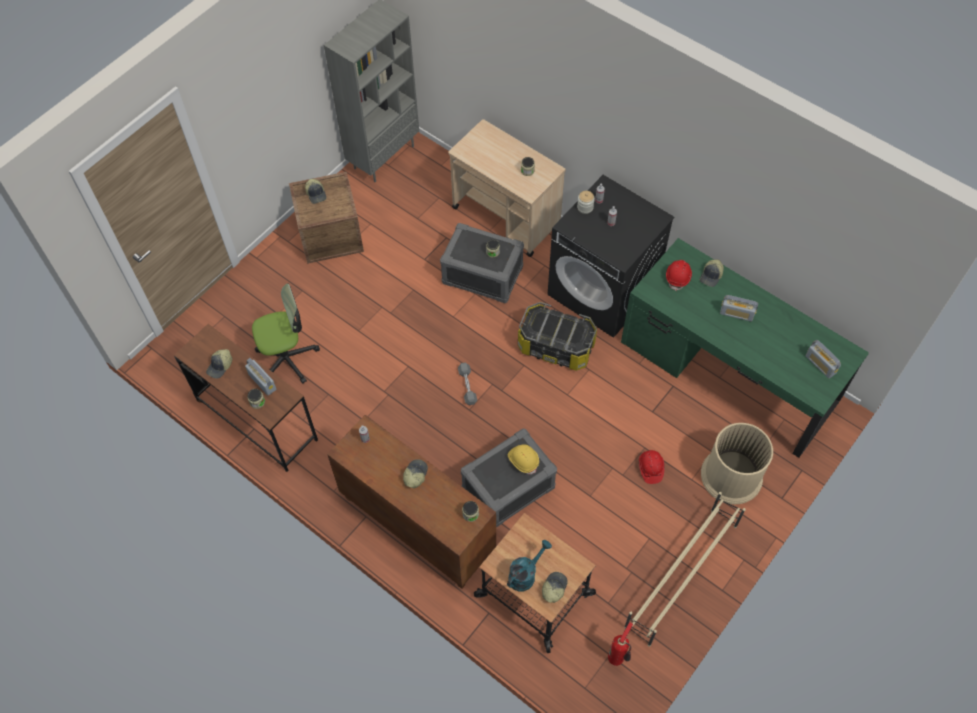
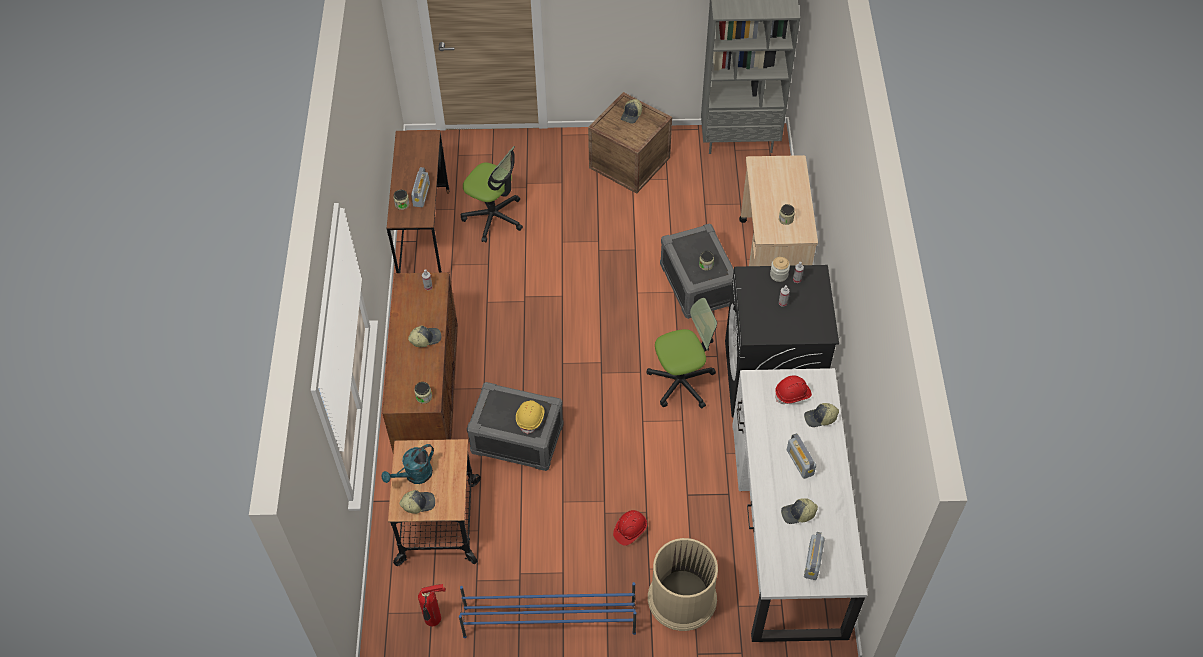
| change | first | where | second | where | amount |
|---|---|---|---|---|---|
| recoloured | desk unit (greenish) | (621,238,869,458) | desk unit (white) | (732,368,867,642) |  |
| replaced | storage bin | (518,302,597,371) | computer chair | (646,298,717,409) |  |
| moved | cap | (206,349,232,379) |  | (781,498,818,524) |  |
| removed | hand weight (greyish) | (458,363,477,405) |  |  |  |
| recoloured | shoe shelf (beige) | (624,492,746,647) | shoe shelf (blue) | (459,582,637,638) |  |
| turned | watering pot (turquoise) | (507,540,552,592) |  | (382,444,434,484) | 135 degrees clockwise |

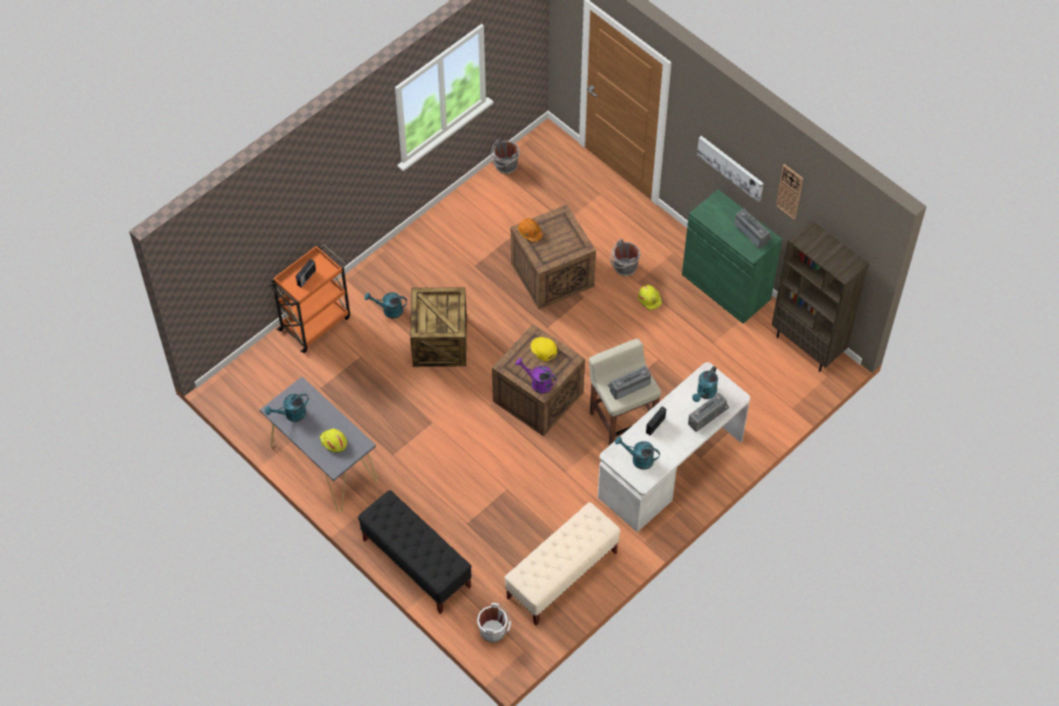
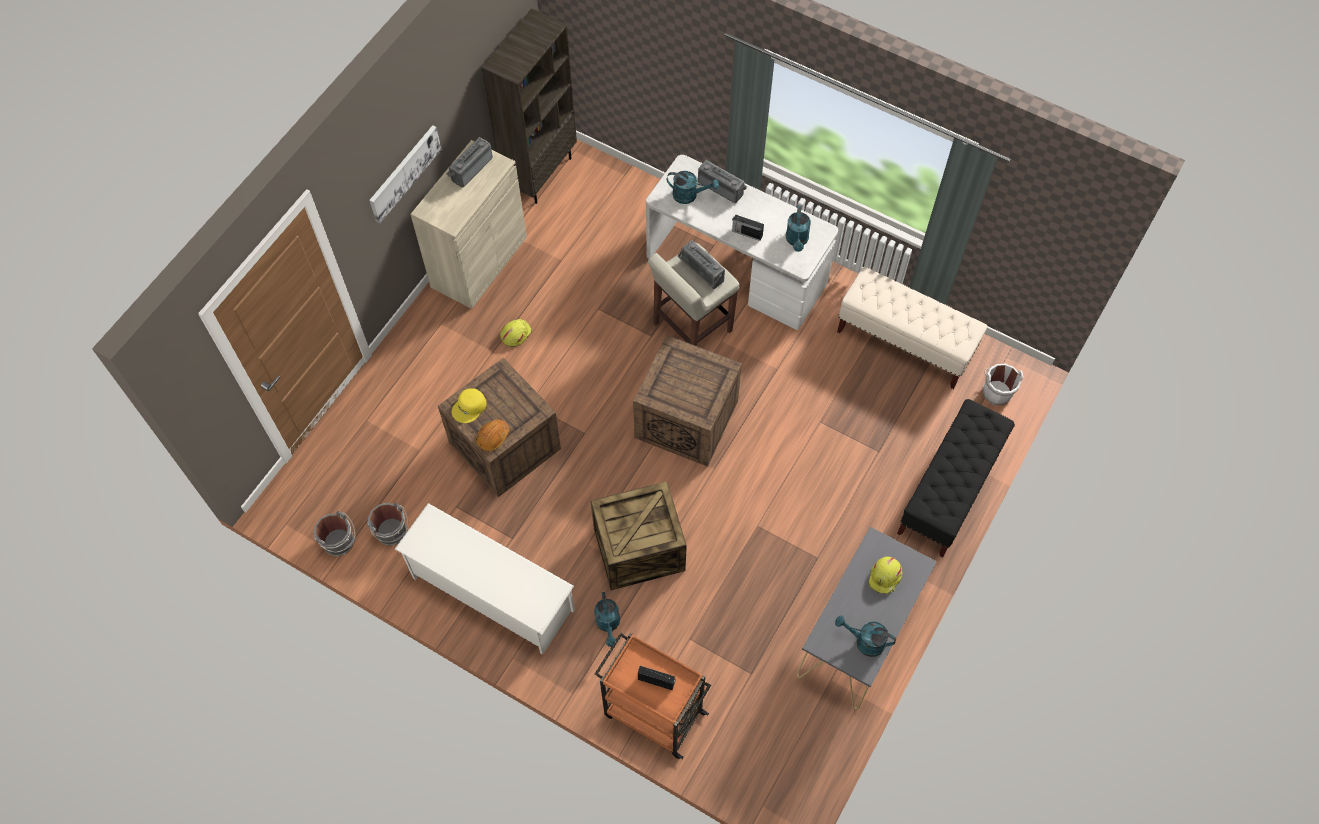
| change | first | where | second | where | amount |
|---|---|---|---|---|---|
| removed | clock on the wall | (776,164,803,220) |  |  |  |
| recoloured | cupboard (greenish) | (682,190,782,324) | cupboard (beige) | (410,140,527,309) |  |
| moved | bucket (greyish) | (610,239,641,276) |  | (368,502,408,546) |  |
| moved | cap (yellow-coloured) | (531,337,557,361) |  | (452,388,486,423) |  |
| removed | watering pot (purplish) | (516,358,557,394) |  |  |  |
| turned | watering pot (turquoise) | (265,393,309,422) |  | (835,615,896,657) | 150 degrees clockwise |
| added |  |  | shoe shelf (white) | (395,503,575,655) |  |

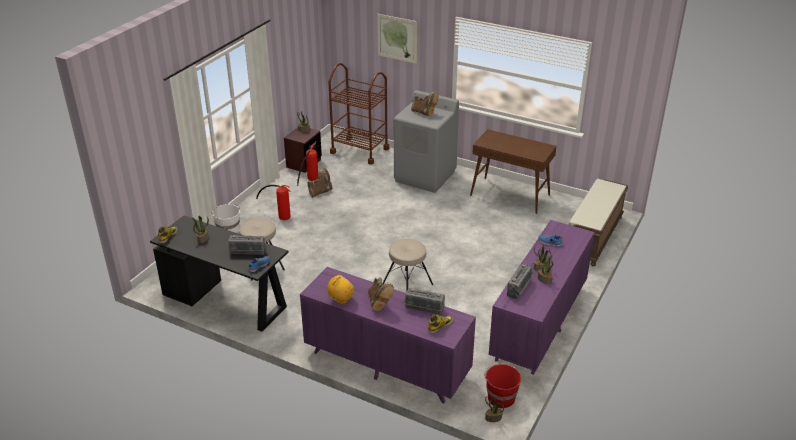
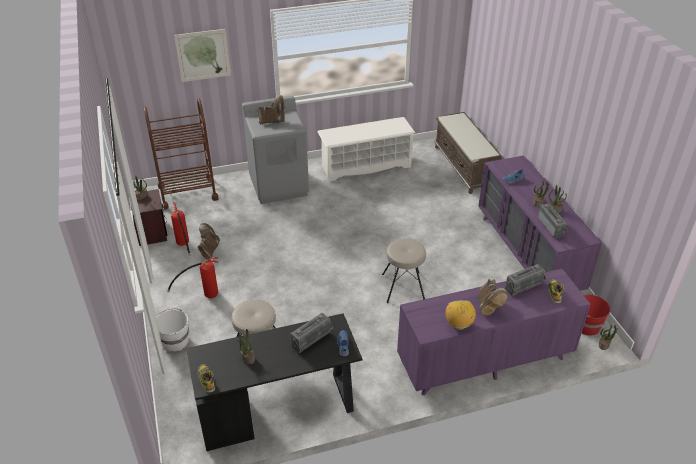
| change | first | where | second | where | amount |
|---|---|---|---|---|---|
| replaced | hall table (brownish) | (470,129,557,214) | shoe shelf (white) | (318,117,415,182) |  |
| turned | boot (brownish) | (368,278,394,311) |  | (478,279,508,316) | 60 degrees clockwise |

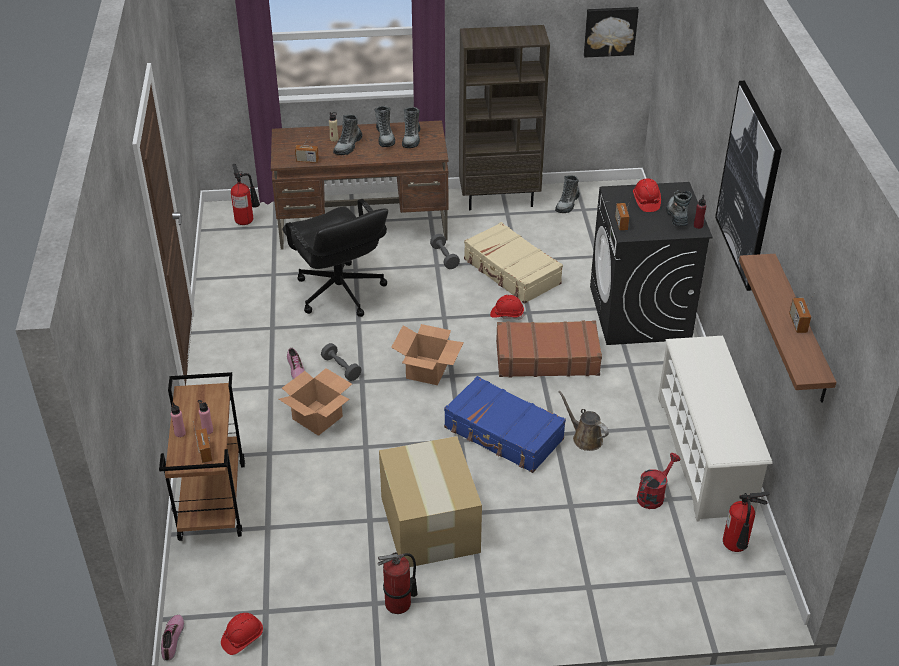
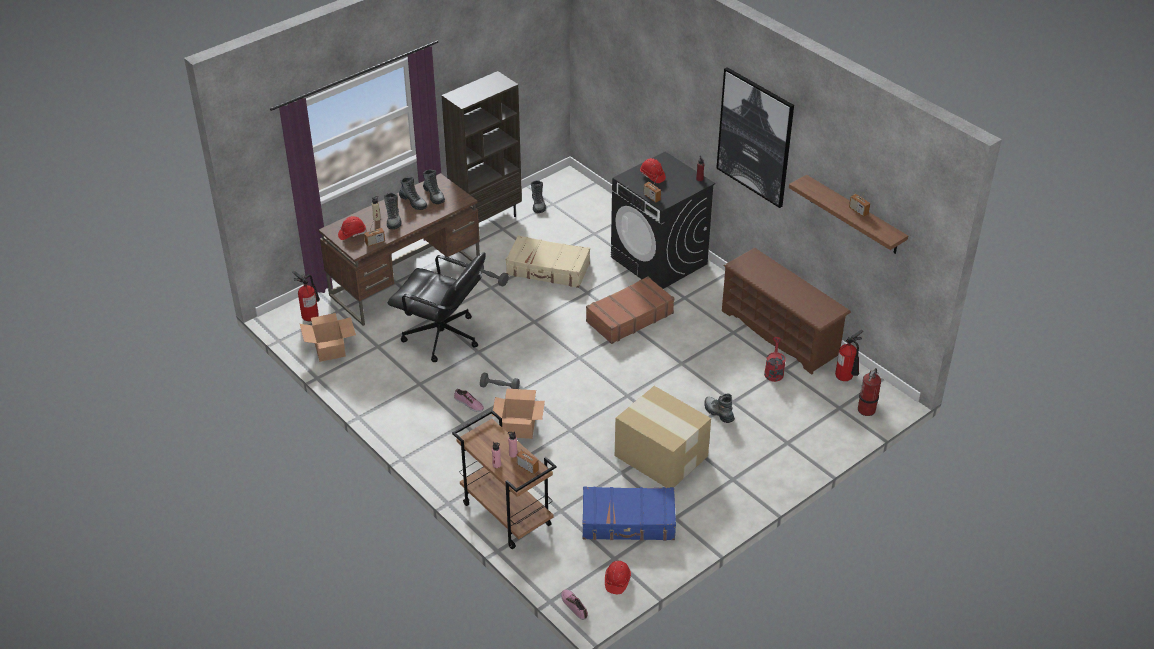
| change | first | where | second | where | amount |
|---|---|---|---|---|---|
| removed | picture | (584,7,639,57) |  |  |  |
| moved | boot | (666,190,692,226) |  | (704,394,735,423) |  |
| moved | work helmet (red) | (490,295,524,320) |  | (338,216,366,240) |  |
| moved | carton | (391,324,464,385) |  | (300,313,356,362) |  |
| recoloured | shoe shelf (white) | (658,336,772,522) | shoe shelf (brownish) | (722,248,851,375) |  |
| moved | travel case (blue) | (444,376,566,473) |  | (583,486,676,541) |  |
| removed | watering pot (brownish) | (559,391,609,451) |  |  |  |
| moved | extinguisher | (377,552,417,614) |  | (858,368,881,416) |  |

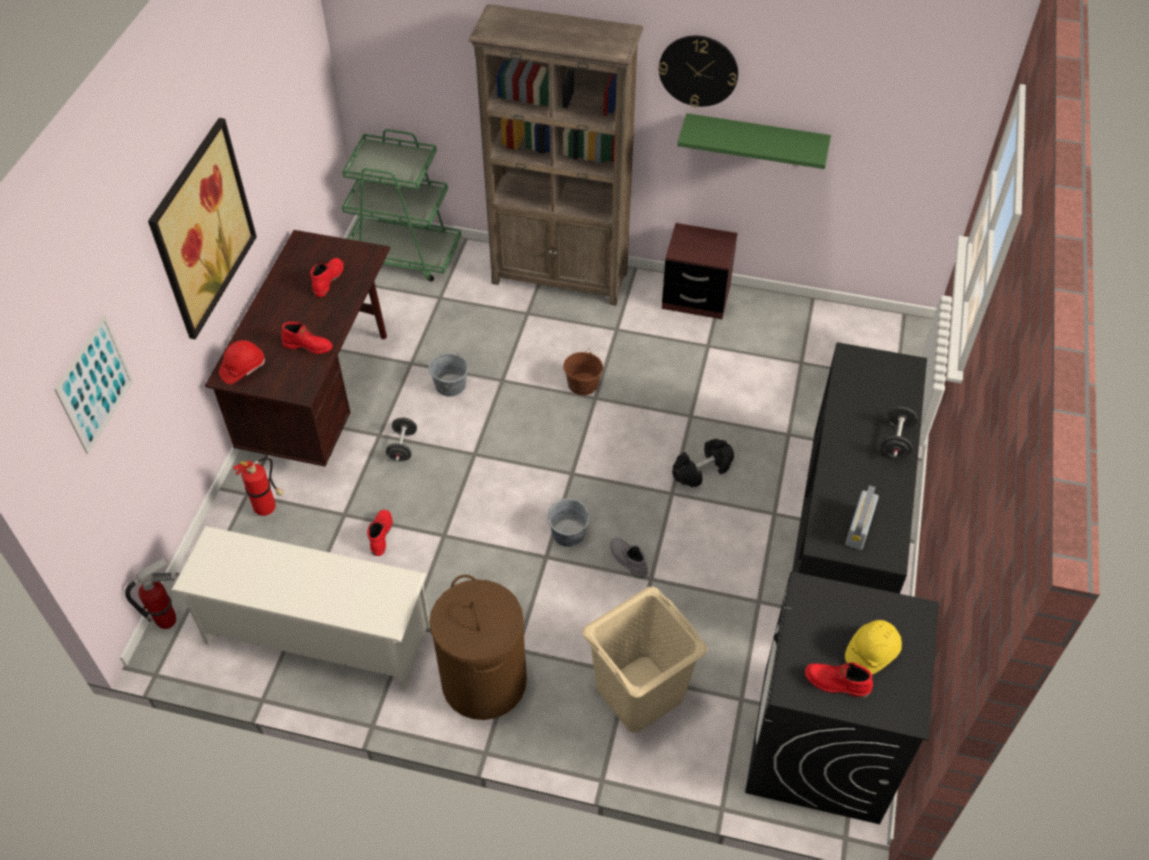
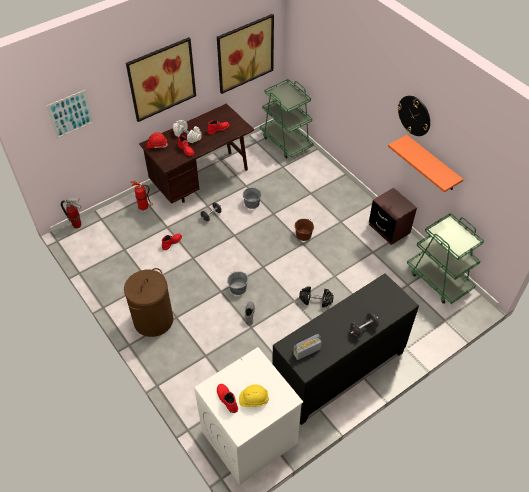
| change | first | where | second | where | amount |
|---|---|---|---|---|---|
| removed | shelving unit (brownish) | (468,4,643,306) |  |  |  |
| recoloured | wall shelf (greenish) | (677,113,831,169) | wall shelf (orange) | (388,135,463,192) |  |
| removed | shoe shelf (white) | (171,526,430,690) |  |  |  |
| recoloured | laundry machine (blackish) | (745,572,939,824) | laundry machine (white) | (194,347,303,485) |  |
| removed | washing basket (beige) | (582,587,708,733) |  |  |  |
| added |  |  | picture | (217,14,274,94) |  |
| added |  |  | hand weight (white) | (173,120,202,143) |  |
| added |  |  | wheeled cart (greenish) | (407,213,484,304) |  |

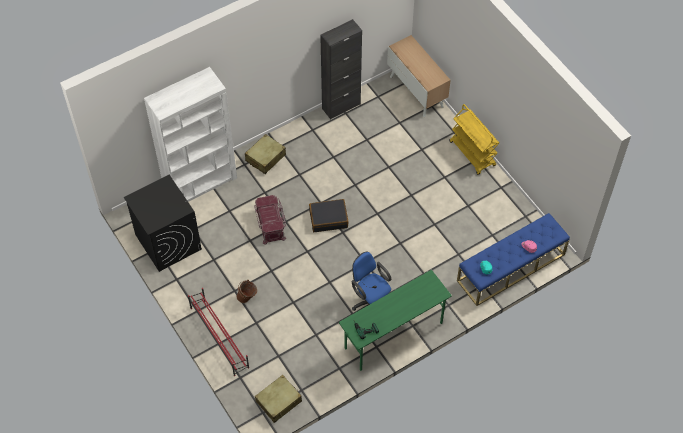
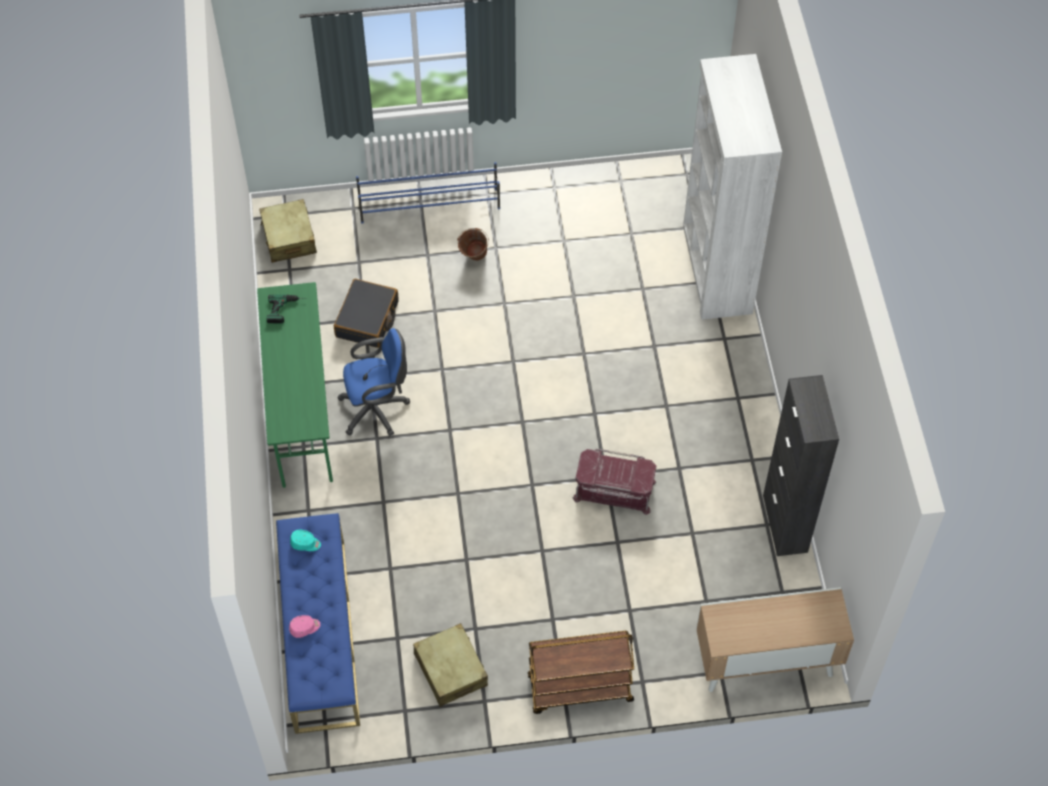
| change | first | where | second | where | amount |
|---|---|---|---|---|---|
| recoloured | wheeled cart (yellow-coloured) | (449,104,499,175) | wheeled cart (brownish) | (528,630,634,714) |  |
| moved | travel case (beige) | (245,134,286,174) |  | (413,623,488,707) |  |
| removed | laundry machine (blackish) | (124,175,202,272) |  |  |  |
| moved | storage bin (red) | (254,195,286,245) |  | (573,449,656,515) |  |
| moved | travel case (blackish) | (309,199,348,232) |  | (334,279,399,348) |  |
| recoloured | shoe shelf (red) | (188,288,249,376) | shoe shelf (blue) | (356,162,500,223) |  |

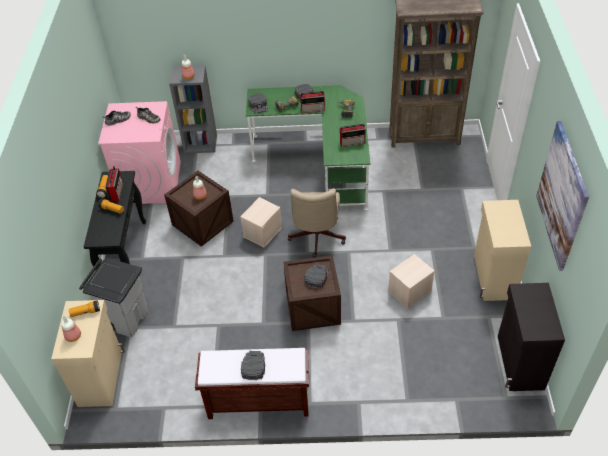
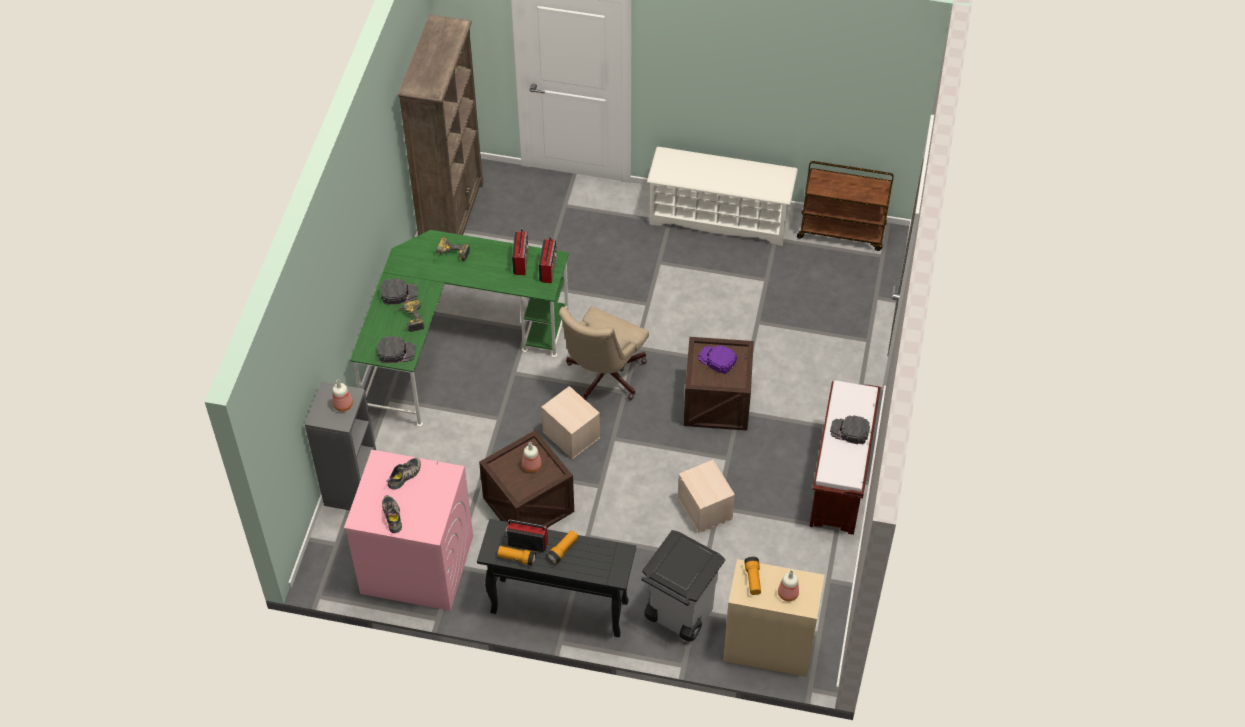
| change | first | where | second | where | amount |
|---|---|---|---|---|---|
| moved | radio set | (300,91,326,113) |  | (539,236,557,283) |  |
| removed | picture | (536,121,589,271) |  |  |  |
| turned | computer chair (beige) | (288,188,346,258) |  | (559,306,649,400) | 105 degrees clockwise |
| replaced | cupboard (beige) | (474,200,531,301) | shoe shelf (white) | (647,147,798,246) |  |
| moved | storage bin (beige) | (388,254,435,309) |  | (678,460,735,533) |  |
| recoloured | cap (blackish) | (304,264,329,289) | cap (purplish) | (698,345,737,375) |  |
| replaced | cupboard (blackish) | (498,283,565,391) | wheeled cart (brownish) | (797,161,894,251) |  |

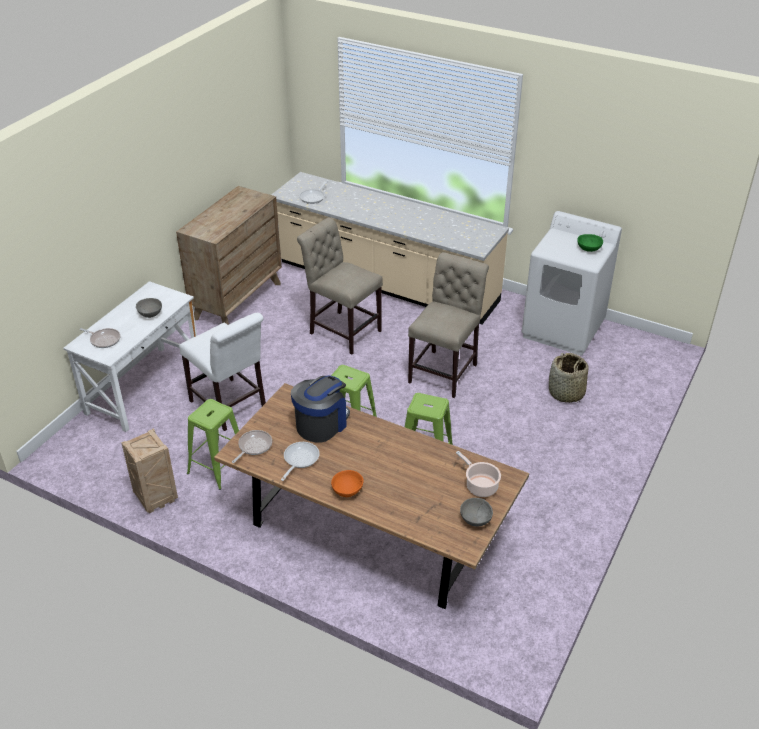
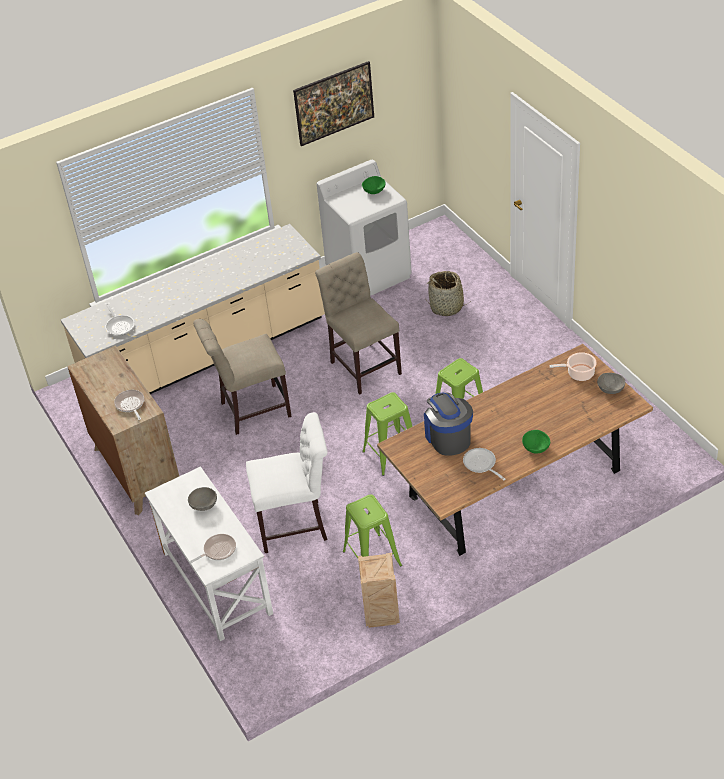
| change | first | where | second | where | amount |
|---|---|---|---|---|---|
| moved | frying pan | (232,430,272,463) |  | (114,390,144,420) |  |
| recoloured | bowl (orange) | (331,470,364,497) | bowl (greenish) | (522,430,550,454) |  |
| added |  |  | picture | (293,61,374,146) |  |

